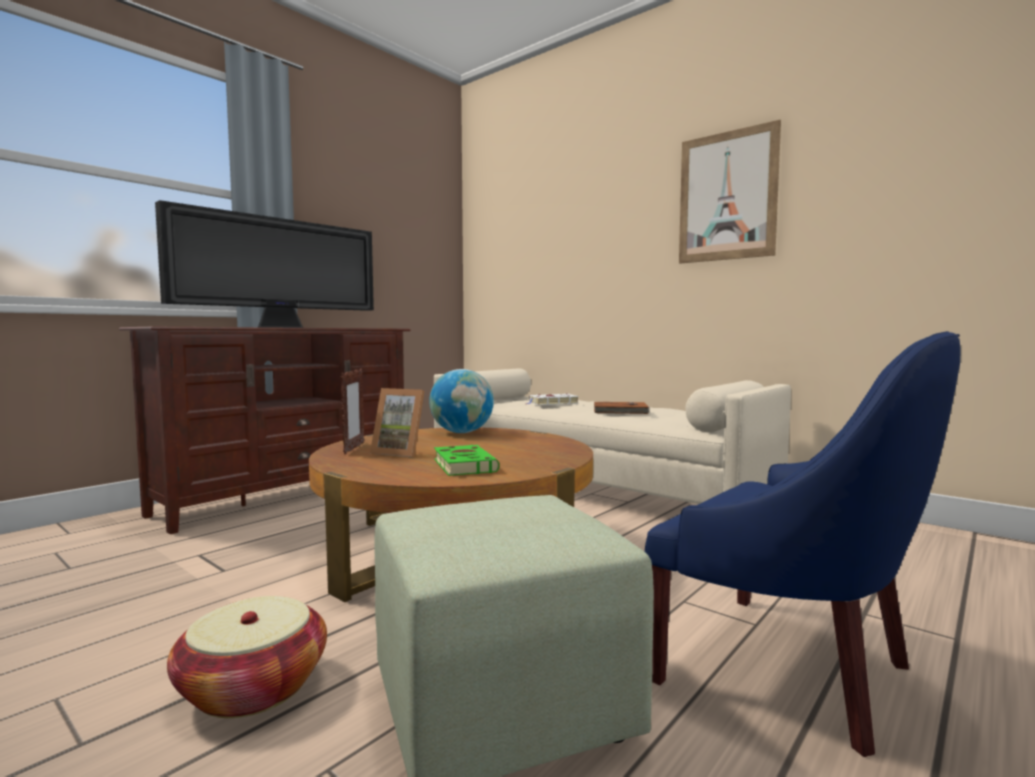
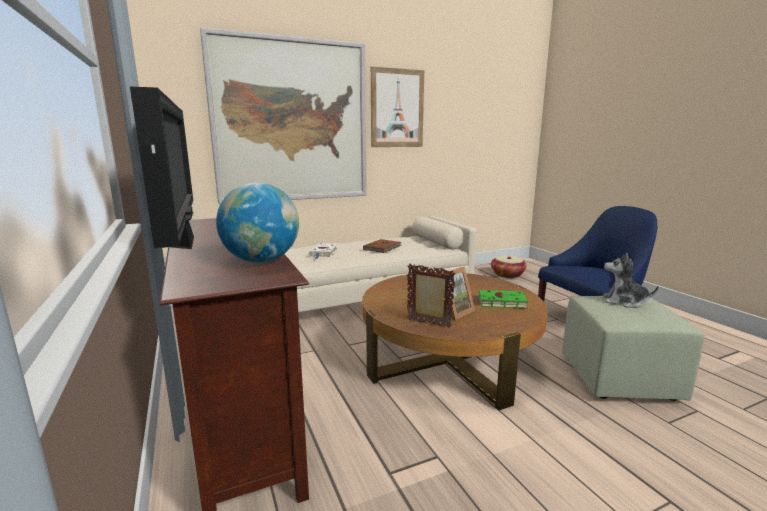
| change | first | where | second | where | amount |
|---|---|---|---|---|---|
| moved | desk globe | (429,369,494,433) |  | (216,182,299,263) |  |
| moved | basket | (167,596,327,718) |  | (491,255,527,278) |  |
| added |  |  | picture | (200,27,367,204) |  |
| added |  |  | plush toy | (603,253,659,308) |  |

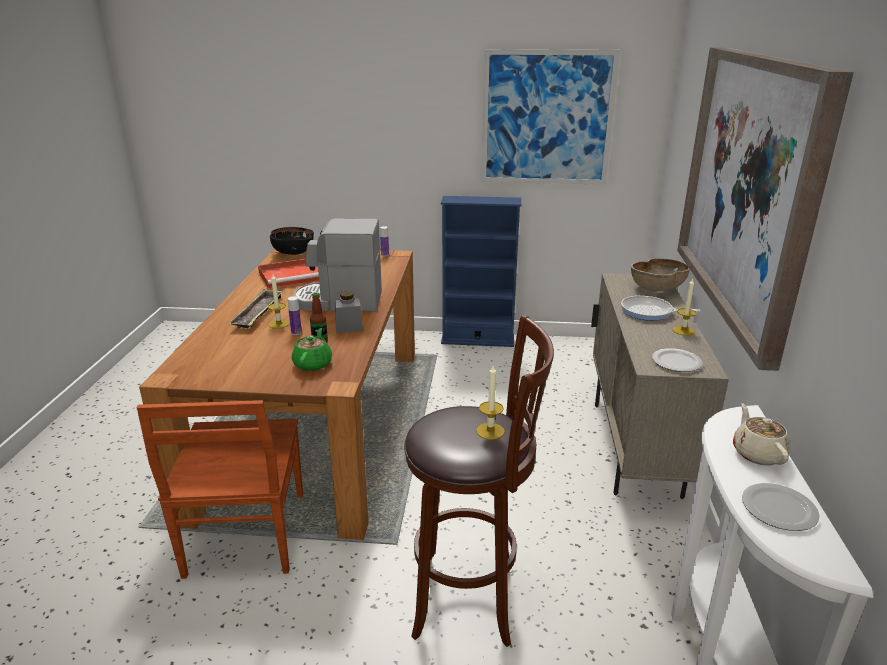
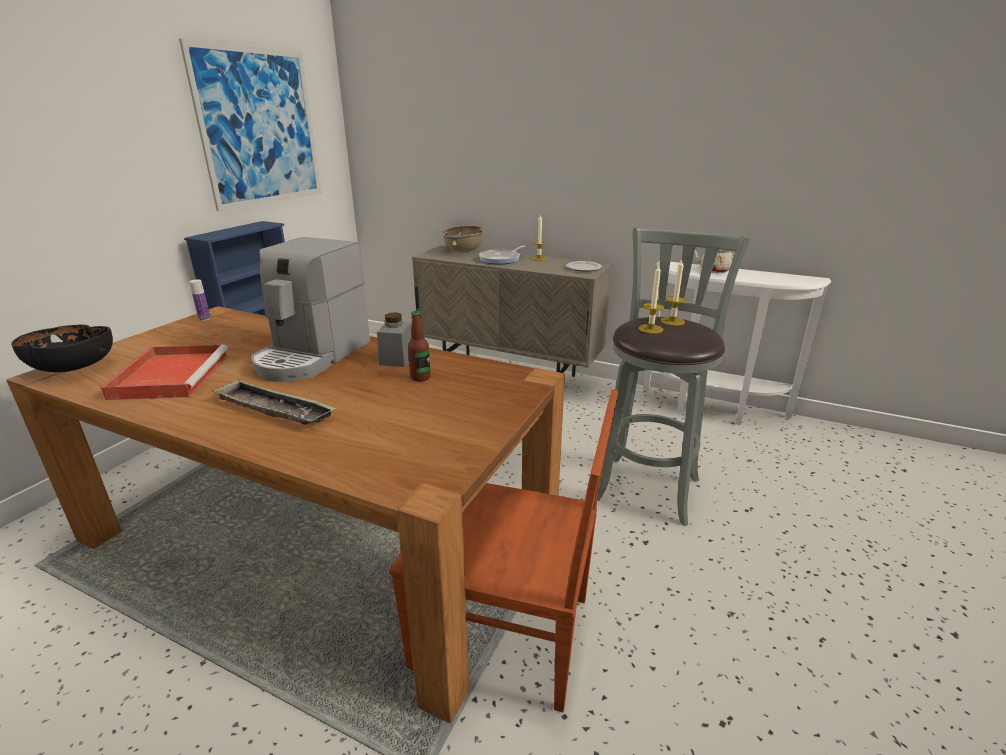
| change | first | where | second | where | amount |
|---|---|---|---|---|---|
| removed | picture | (677,47,854,371) |  |  |  |
| moved | wax candle | (268,274,289,329) |  | (638,265,665,334) |  |
| removed | drink bottle | (288,296,302,335) |  |  |  |
| recoloured | stool (brownish) | (404,315,554,647) | stool (greyish) | (597,227,749,526) |  |
| removed | tea pot (greenish) | (292,328,332,371) |  |  |  |
| removed | plate | (742,483,820,531) |  |  |  |

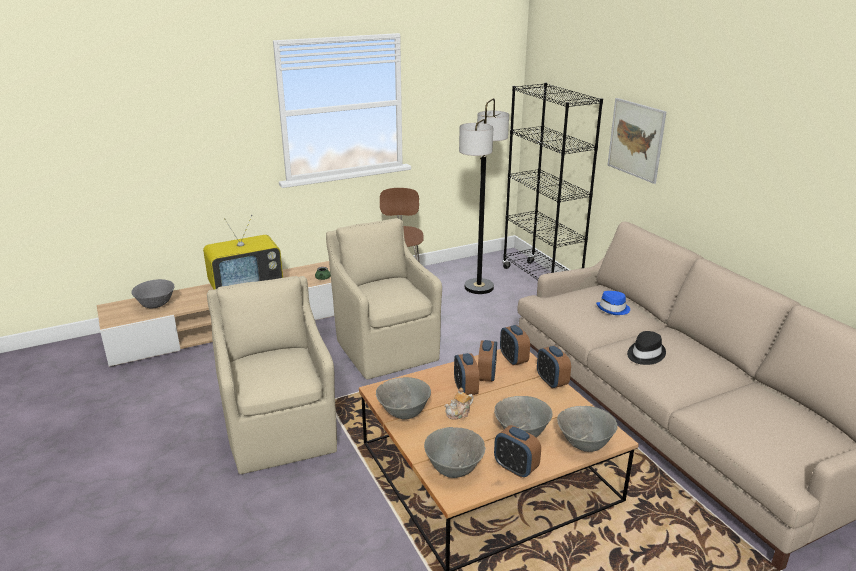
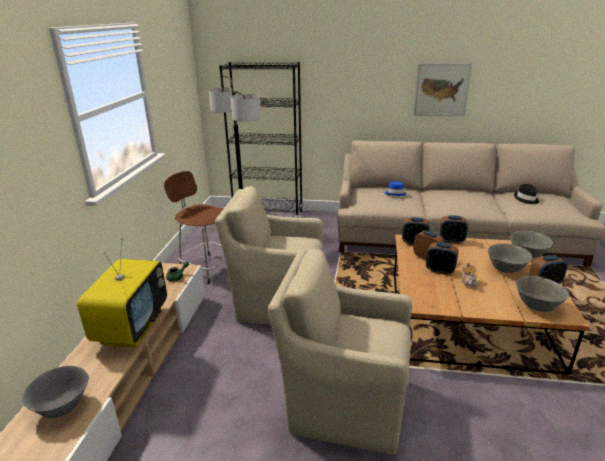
| change | first | where | second | where | amount |
|---|---|---|---|---|---|
| moved | picture | (608,98,667,184) |  | (413,63,472,116) |  |
| moved | wearable hat (blackish) | (627,331,666,365) |  | (514,184,539,204) |  |
| removed | bowl (greyish) | (376,377,431,419) |  |  |  |

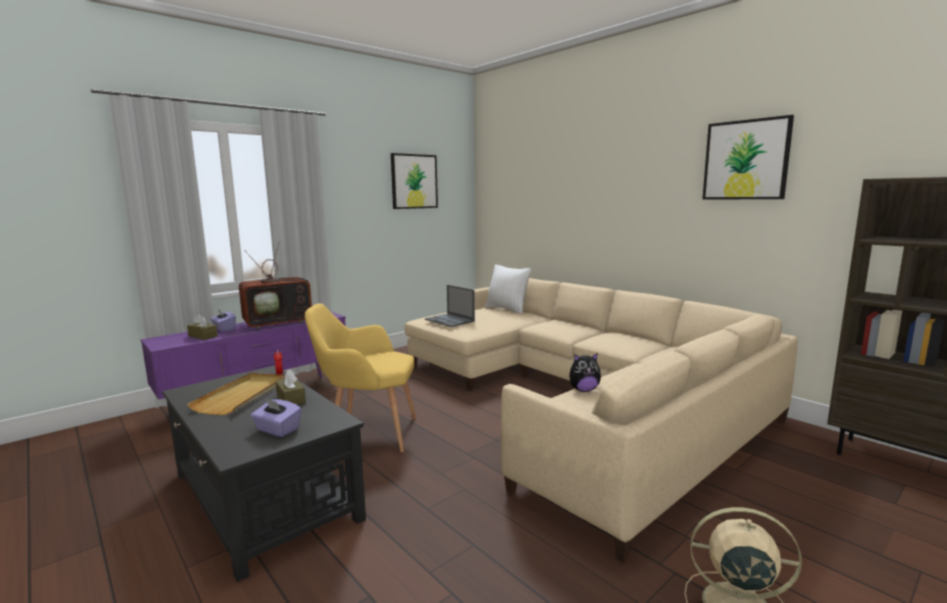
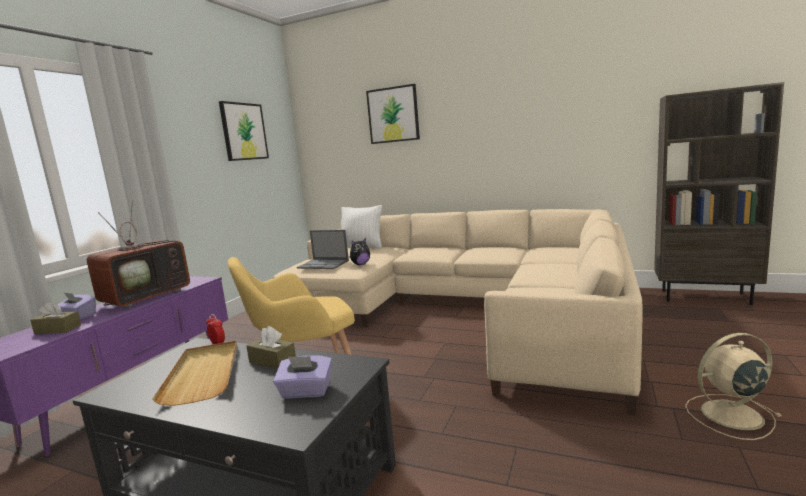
| change | first | where | second | where | amount |
|---|---|---|---|---|---|
| moved | picture | (702,115,794,199) |  | (366,84,420,144) |  |
| moved | plush toy | (569,353,601,392) |  | (349,238,370,265) |  |

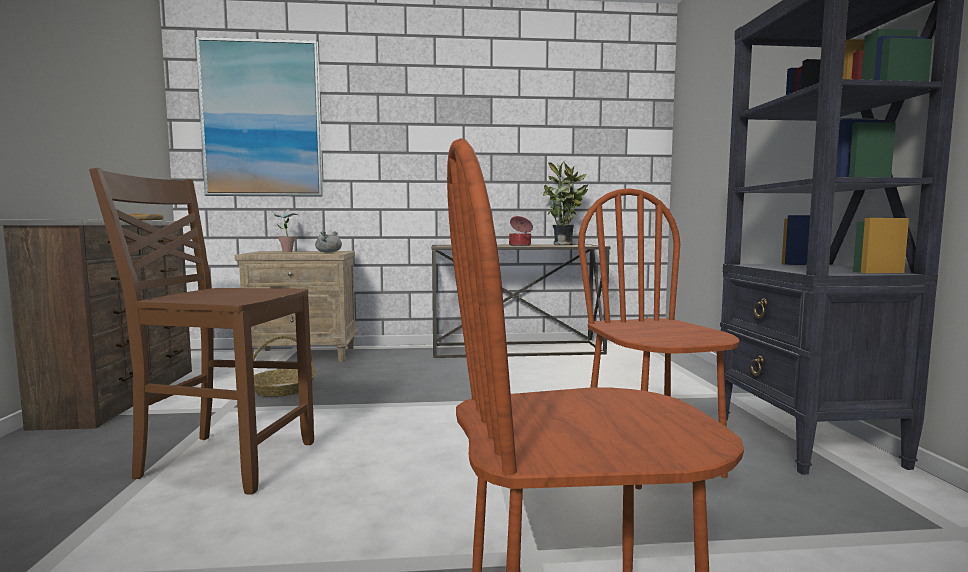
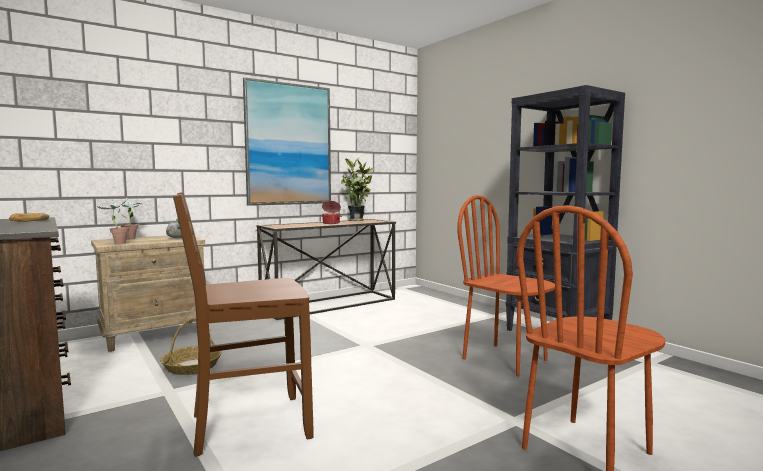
| change | first | where | second | where | amount |
|---|---|---|---|---|---|
| moved | picture | (196,37,323,197) |  | (243,77,331,206) |  |
| added |  |  | potted plant | (98,200,129,244) |  |

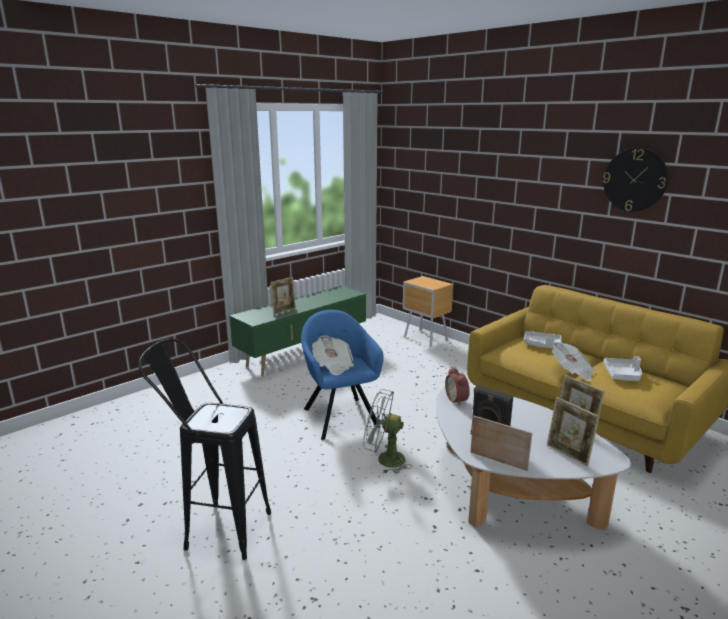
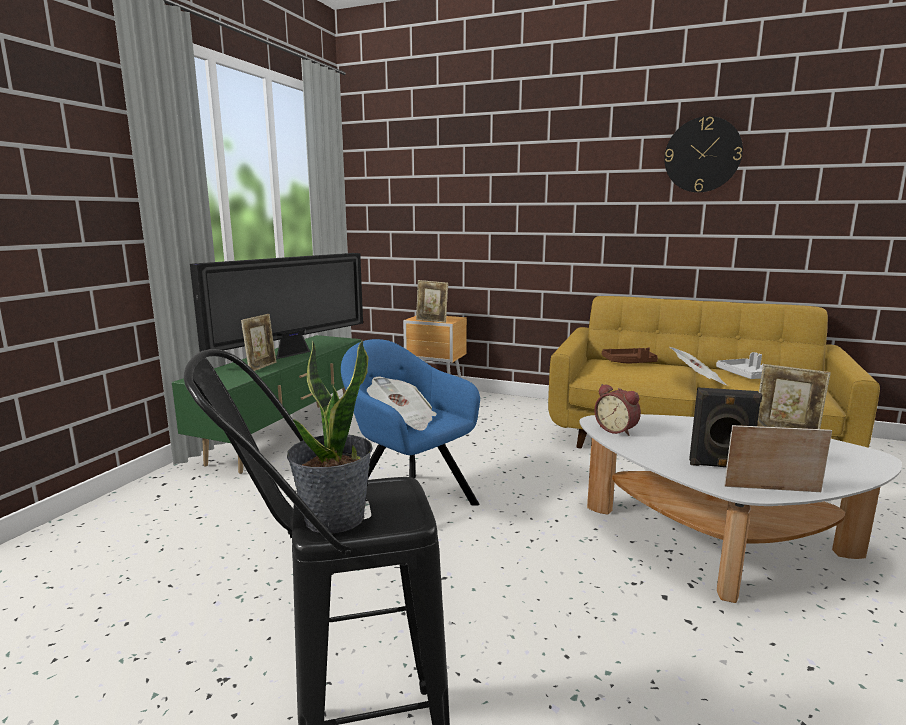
| change | first | where | second | where | amount |
|---|---|---|---|---|---|
| recoloured | serving tray (greyish) | (524,331,562,348) | serving tray (brownish) | (602,348,658,363) |  |
| removed | electric fan (greyish) | (364,389,412,474) |  |  |  |
| moved | photo frame | (547,397,600,466) |  | (416,280,448,323) |  |
| added |  |  | TV set | (190,253,363,359) |  |
| added |  |  | potted plant | (287,340,373,533) |  |

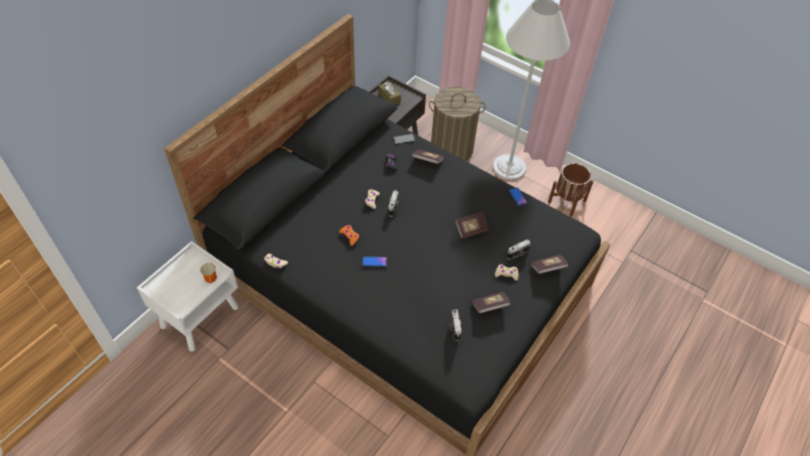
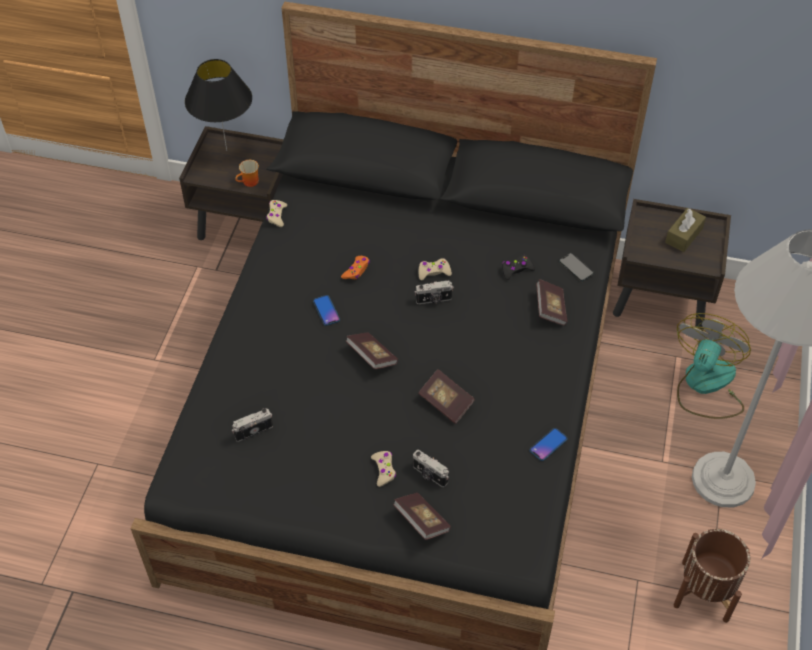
| change | first | where | second | where | amount |
|---|---|---|---|---|---|
| replaced | washing basket | (429,86,486,161) | electric fan | (677,313,751,419) |  |
| recoloured | bedside table (white) | (137,241,238,351) | bedside table (brownish) | (179,126,284,240) |  |
| moved | book | (472,292,511,314) |  | (346,332,398,369) |  |
| added |  |  | table lamp (blackish) | (185,59,252,151) |  |

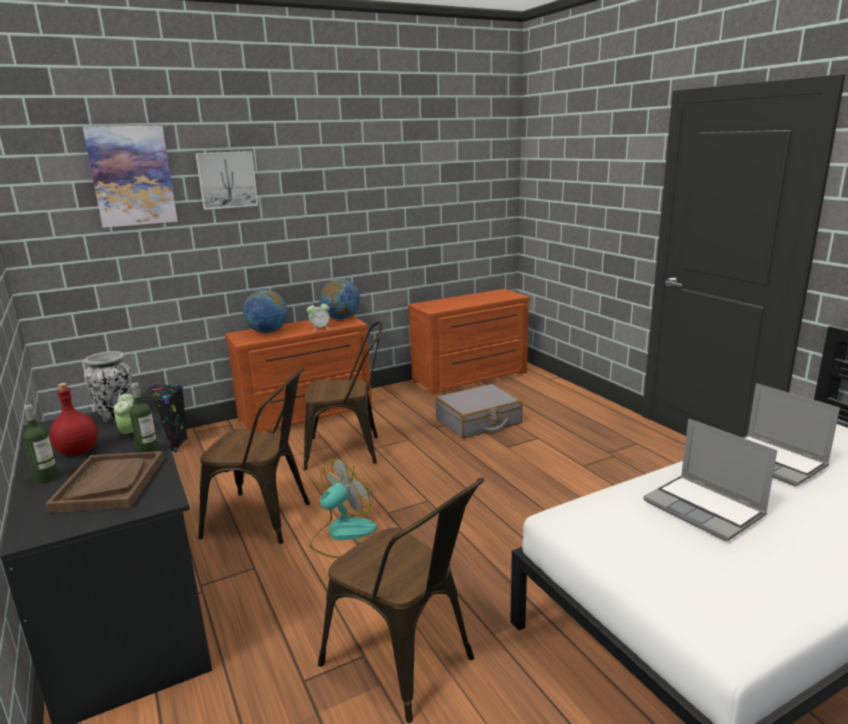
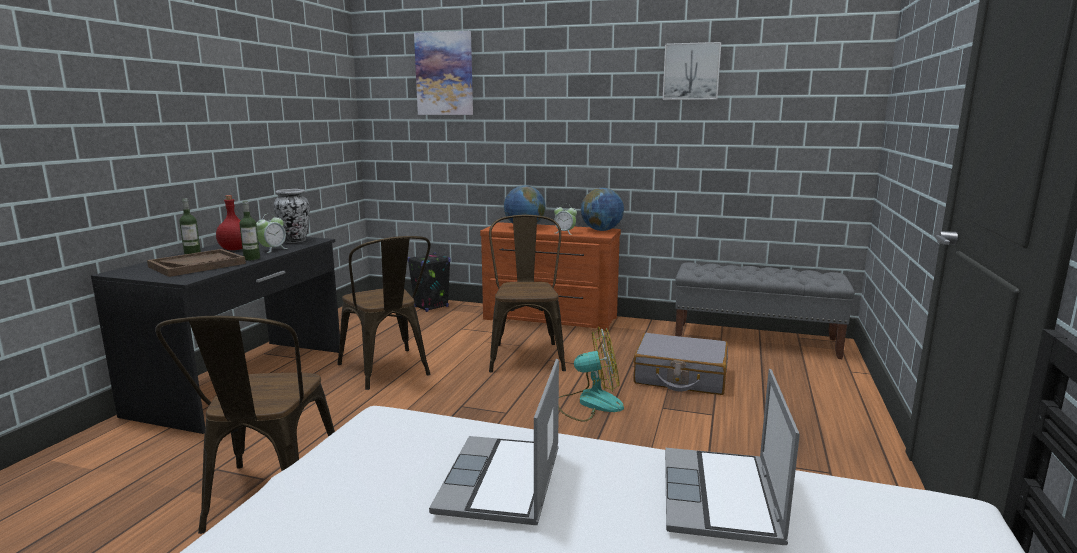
| change | first | where | second | where | amount |
|---|---|---|---|---|---|
| moved | picture | (195,151,258,210) |  | (663,42,721,100) |  |
| replaced | dresser (brownish) | (408,289,530,395) | bench (greyish) | (675,262,855,359) |  |
| turned | upright chair (brownish) | (303,321,383,470) |  | (489,215,566,372) | 135 degrees counterclockwise |
| moved | electric fan | (310,458,377,558) |  | (559,326,624,421) |  |

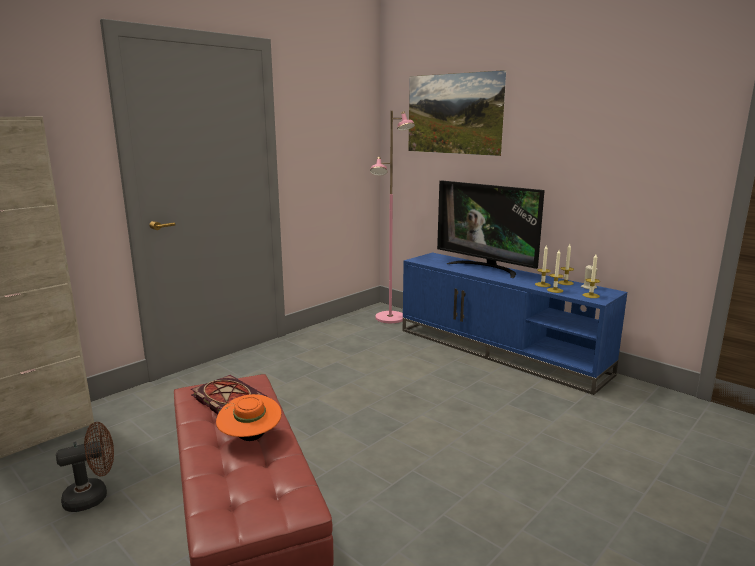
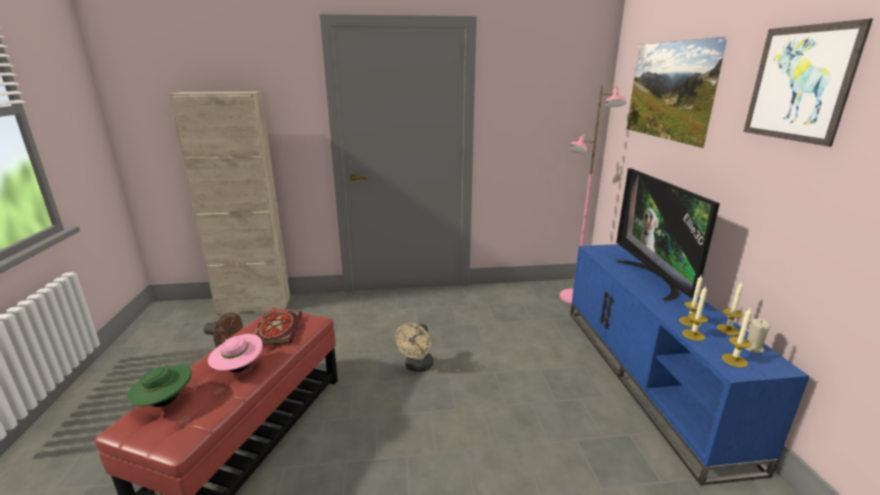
| change | first | where | second | where | amount |
|---|---|---|---|---|---|
| recoloured | wearable hat (orange) | (216,394,281,441) | wearable hat (pinkish) | (208,334,263,372) |  |
| added |  |  | picture | (743,19,873,147) |  |
| added |  |  | electric fan (beige) | (395,323,433,372) |  |
| added |  |  | wearable hat (greenish) | (127,362,192,407) |  |

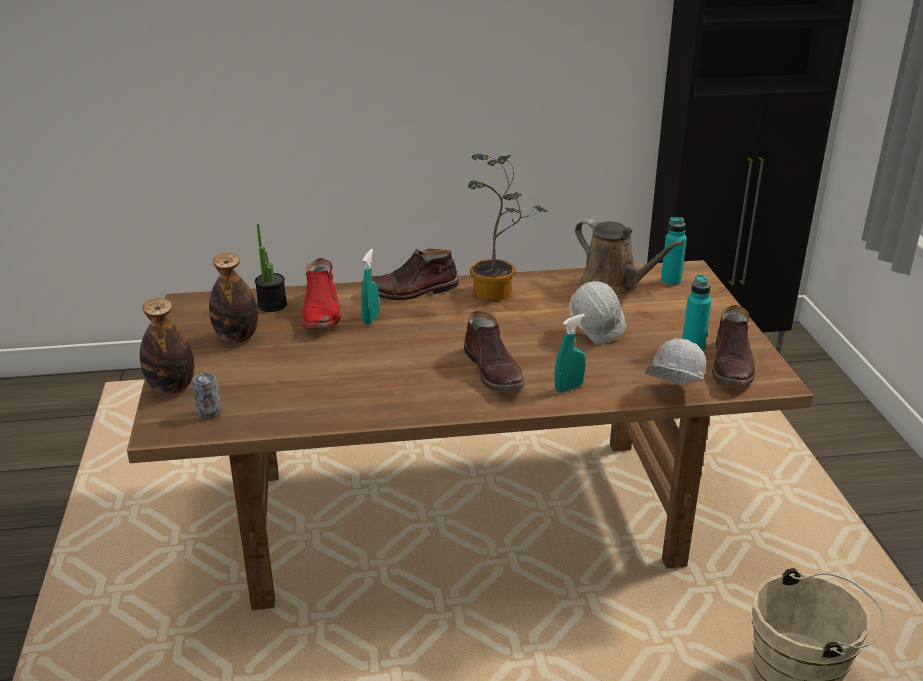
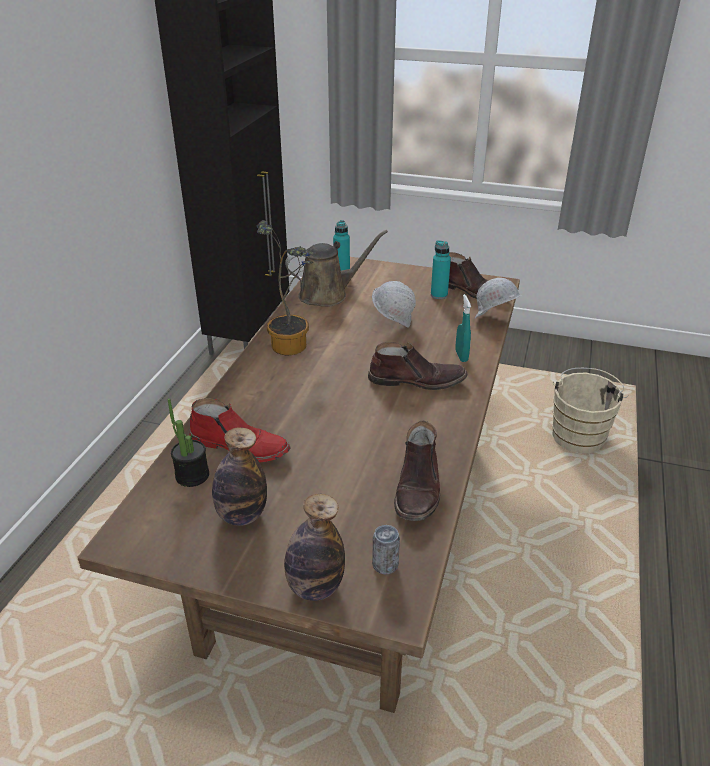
| change | first | where | second | where | amount |
|---|---|---|---|---|---|
| removed | hand sprayer (turquoise) | (361,249,379,324) |  |  |  |
| moved | boot (brownish) | (361,249,459,300) |  | (394,421,440,521) |  |

